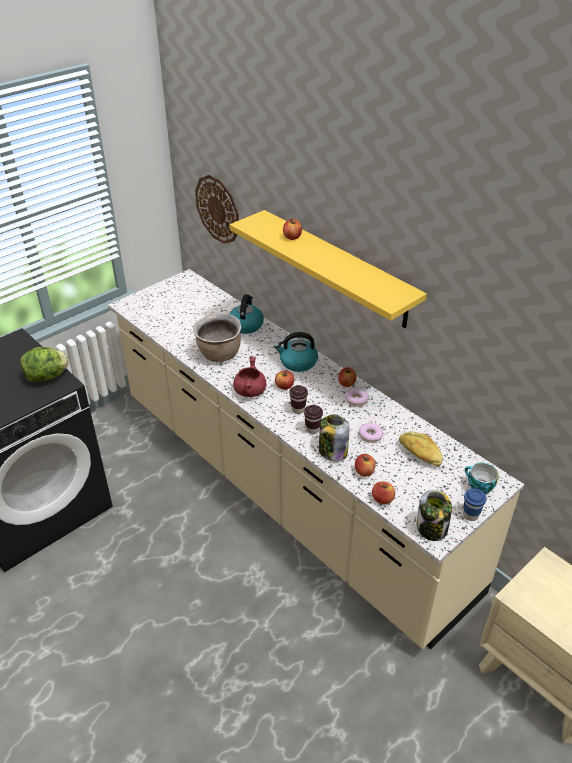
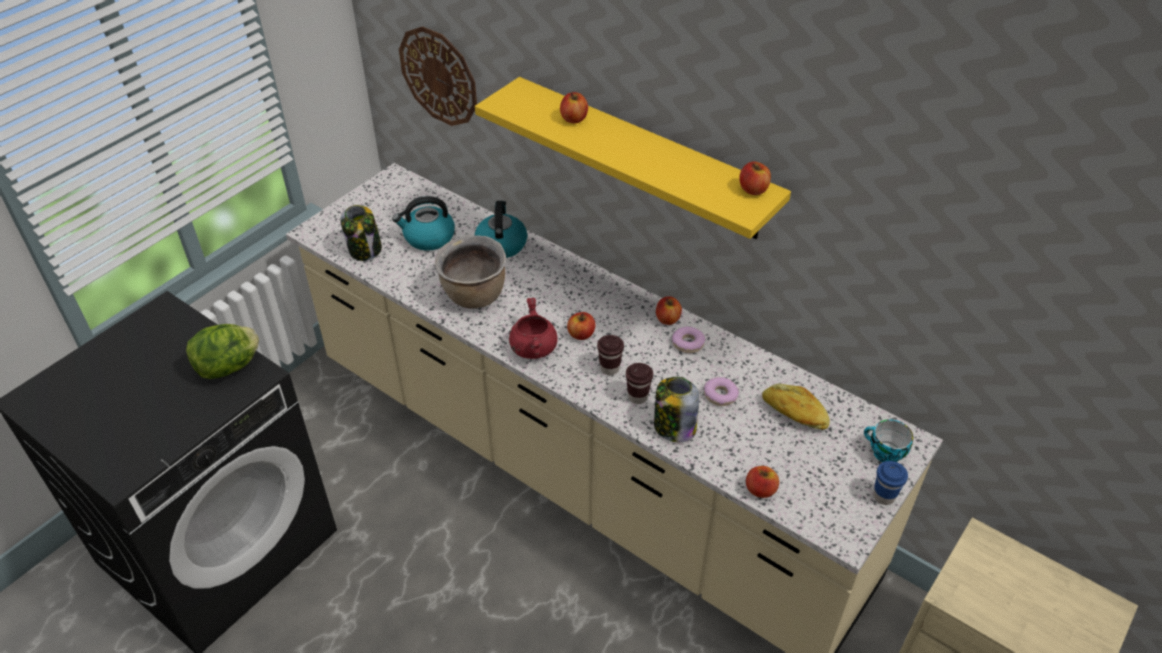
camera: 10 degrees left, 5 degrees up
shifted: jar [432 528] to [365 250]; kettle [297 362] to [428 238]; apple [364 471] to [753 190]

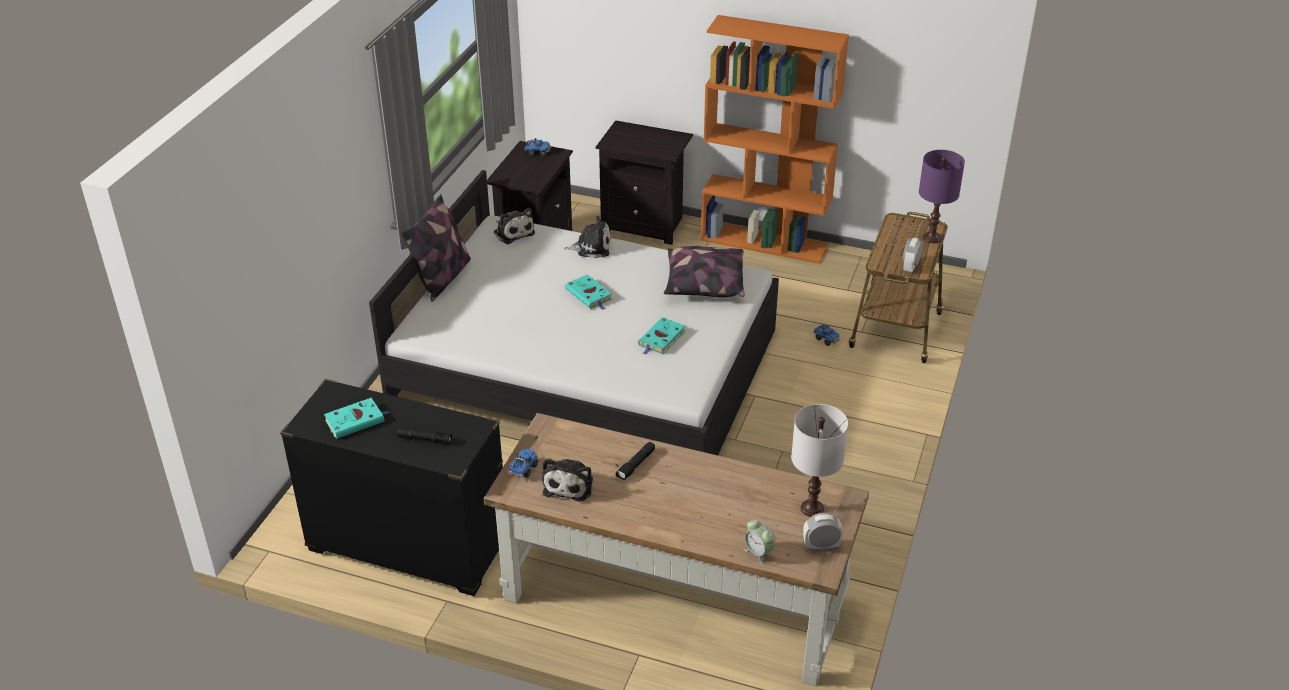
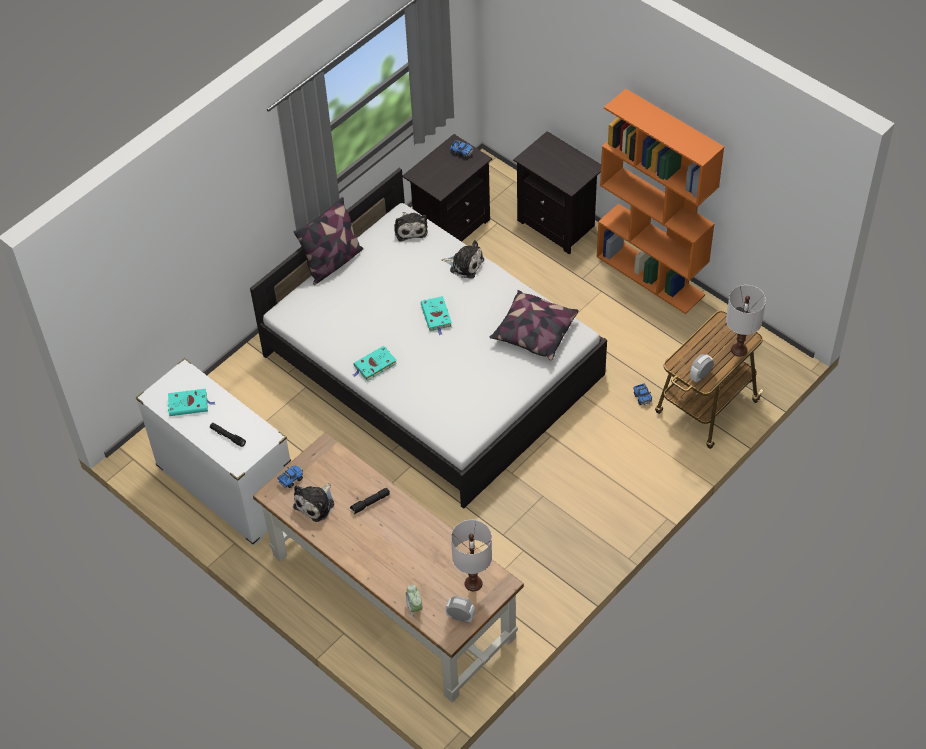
camera: 25 degrees right, 15 degrees up
shifted: turquoise-coloured volume [661 339] to [374 365]
repainted: black-coloured chest of drawers [408 546] to white chest of drawers [227 488]; purple-coloured table lamp [932 237] to white table lamp [739 349]

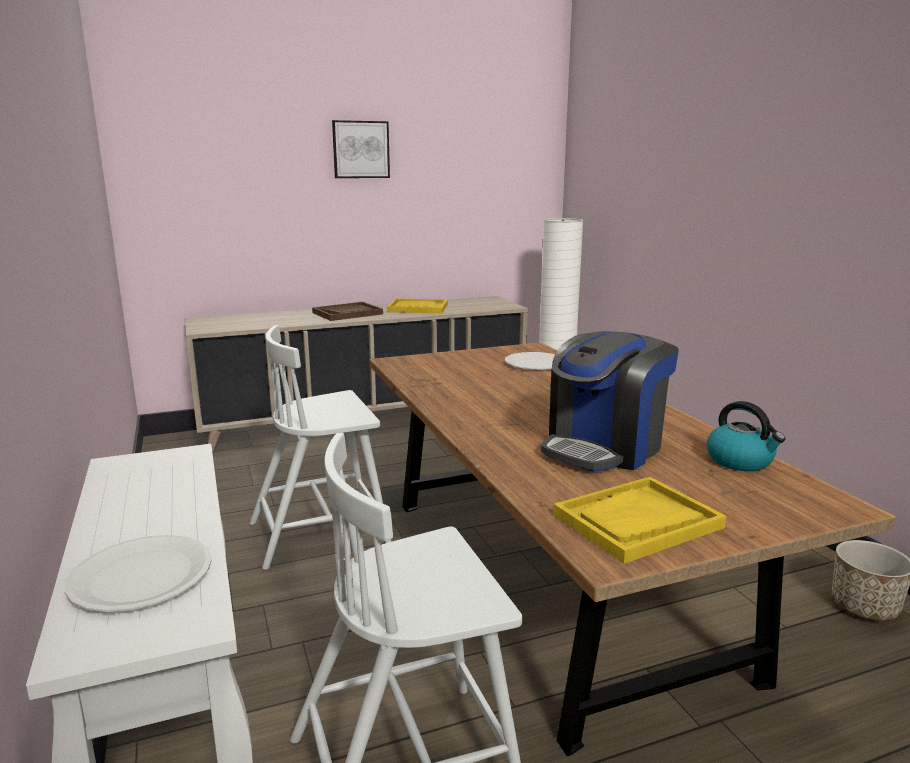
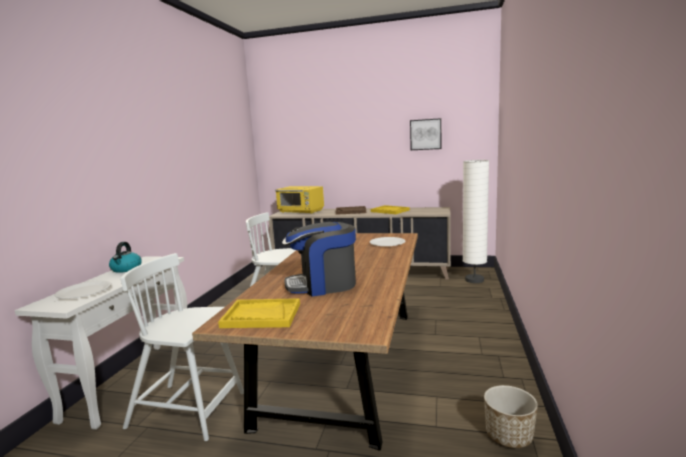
camera: 35 degrees right, 5 degrees down
new: yellowish kitchen microwave [301 211]
shifted: kettle [740 461] to [126 269]; picture [361 149] to [425 134]

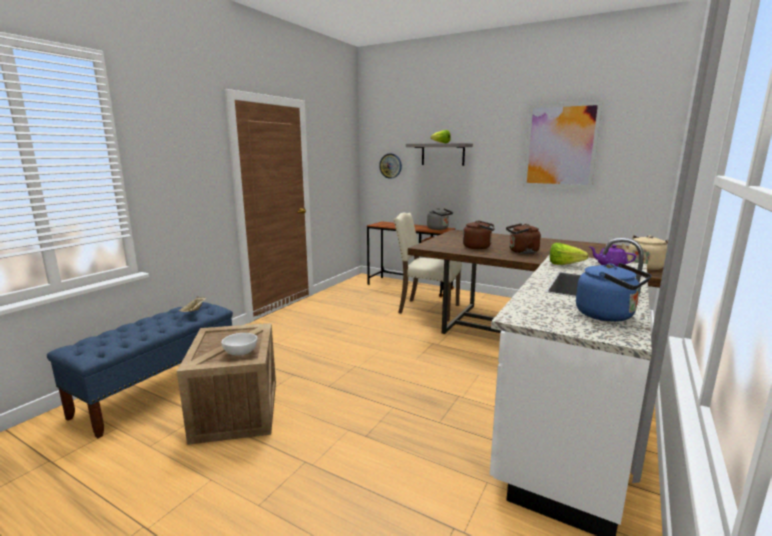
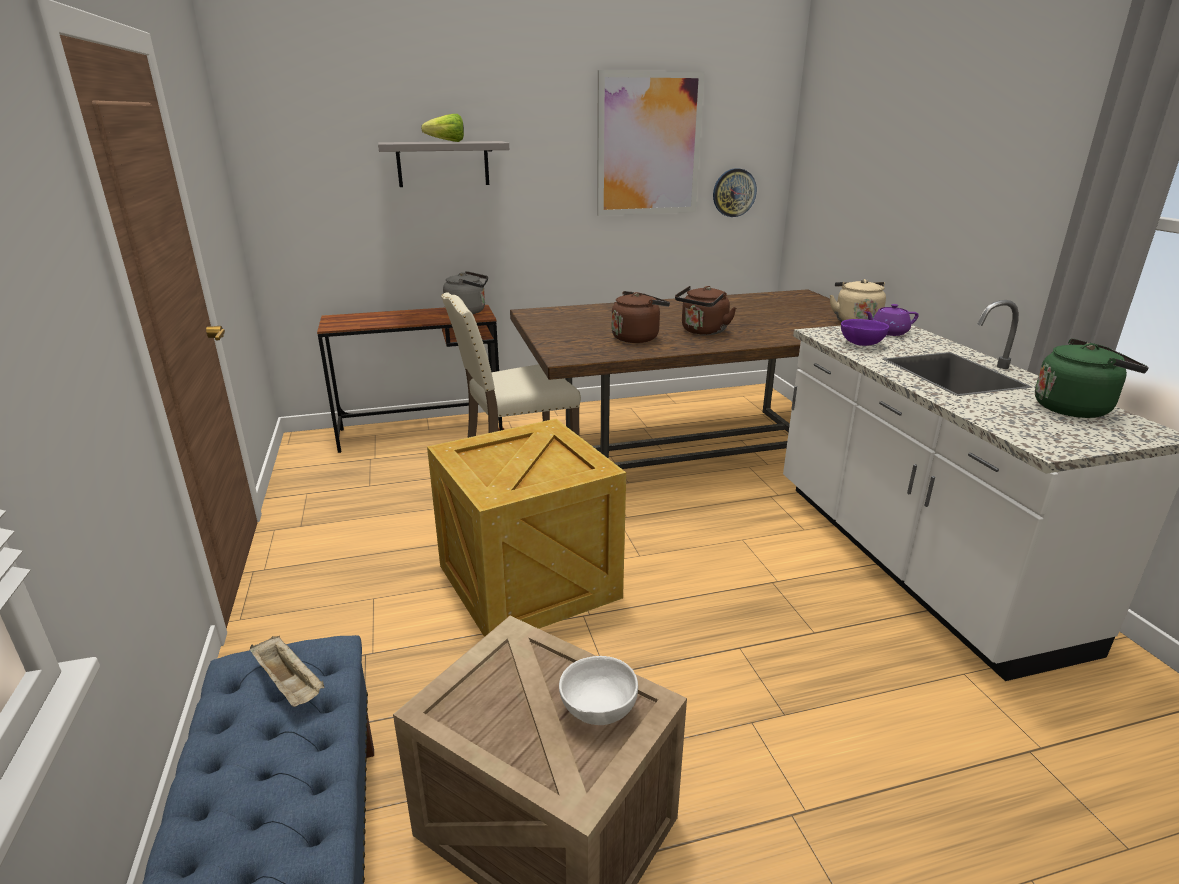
camera: 45 degrees left, 10 degrees up
new: packing crate [529 579]
shifted: hanging clock [390 166] to [734 192]
swapped: head of lettuce [567 265] to purple-coloured bowl [860 344]
repainted: bluish kettle [608 315] to green-coloured kettle [1075 408]

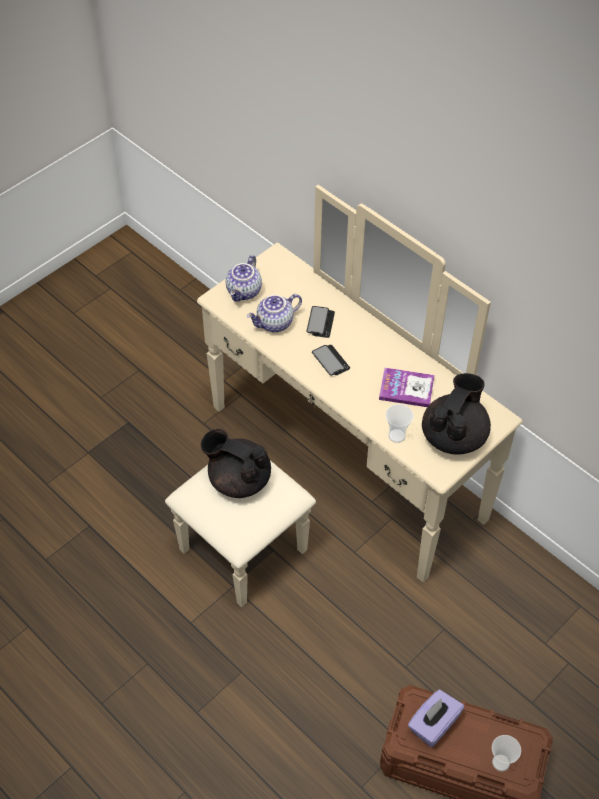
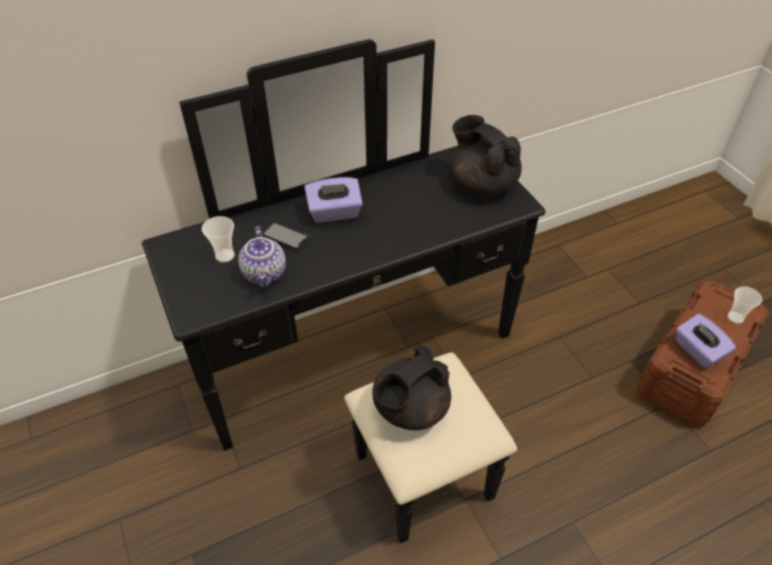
camera: 70 degrees left, 5 degrees down
gone: teapot [244 292]; handset [330 361]; volume [406 388]
new: purple-coloured tissue box [334 213]
shifted: cup [396 436] to [225 255]
repainted: beige-coloured chest of drawers [324 482] to black-coloured chest of drawers [370 377]

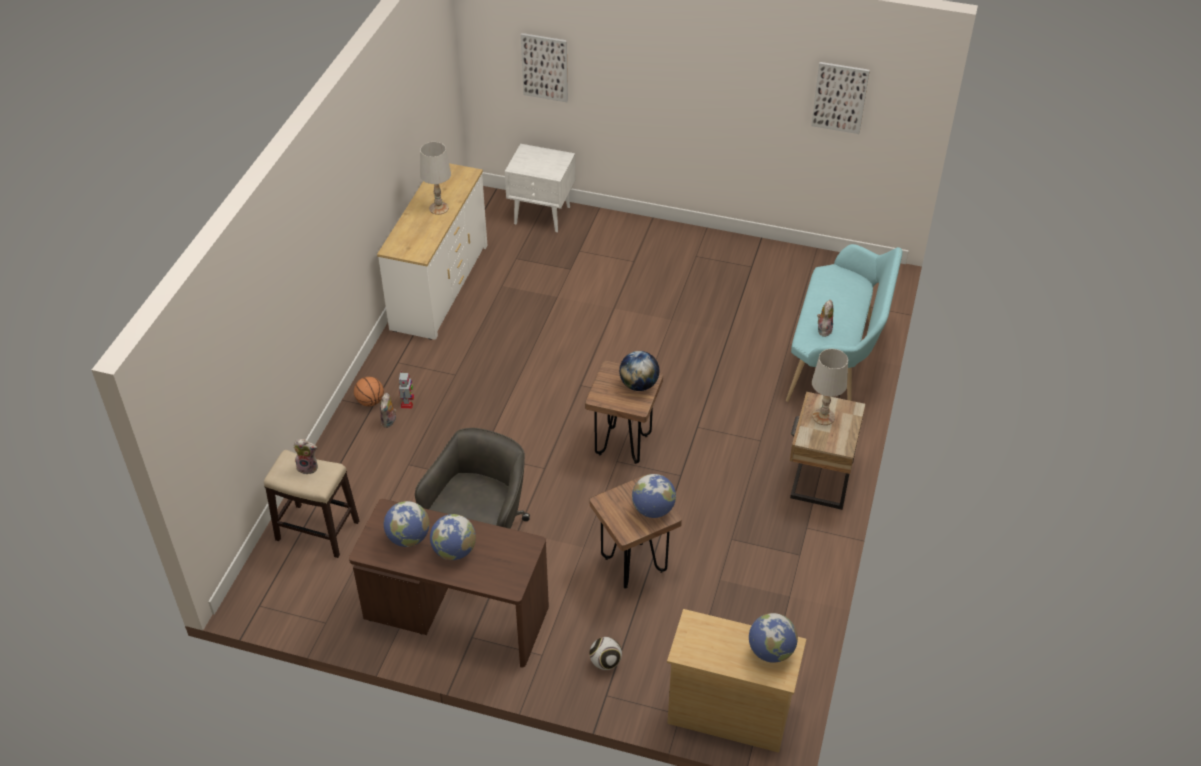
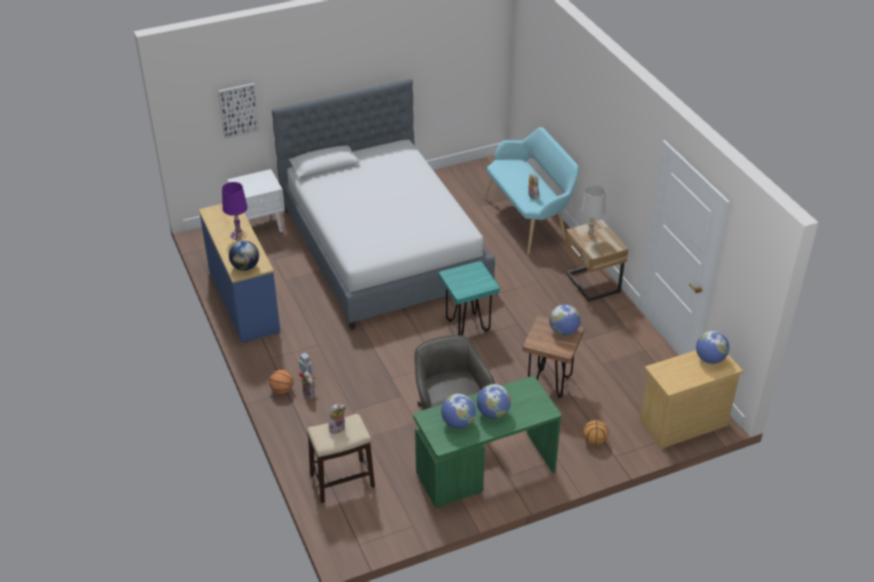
camera: 40 degrees left, 5 degrees down
gone: picture [840 97]
new: bedroom bed [383 248]
shifted: desk globe [639 385] to [245 267]
swapped: football [606 662] to basketball [594 441]
repainted: white chest of drawers [439 287] to bluish chest of drawers [243 301]; white table lamp [439 208] to purple-coloured table lamp [238 235]; brownish desk [456 616] to green-coloured desk [485 471]; brownish stool [623 445] to turquoise-coloured stool [468 326]

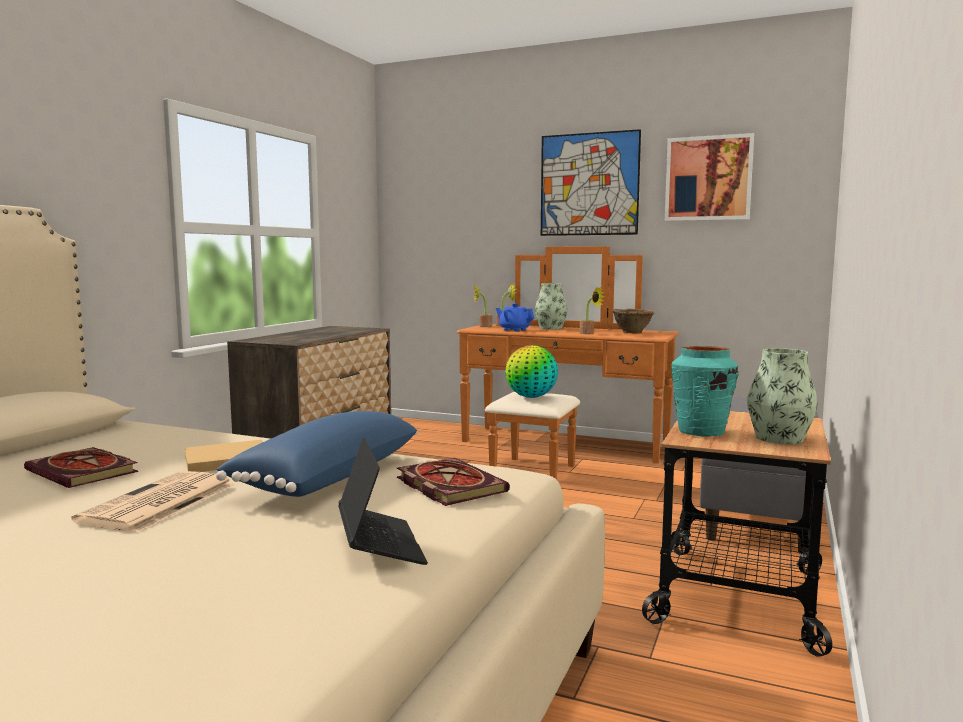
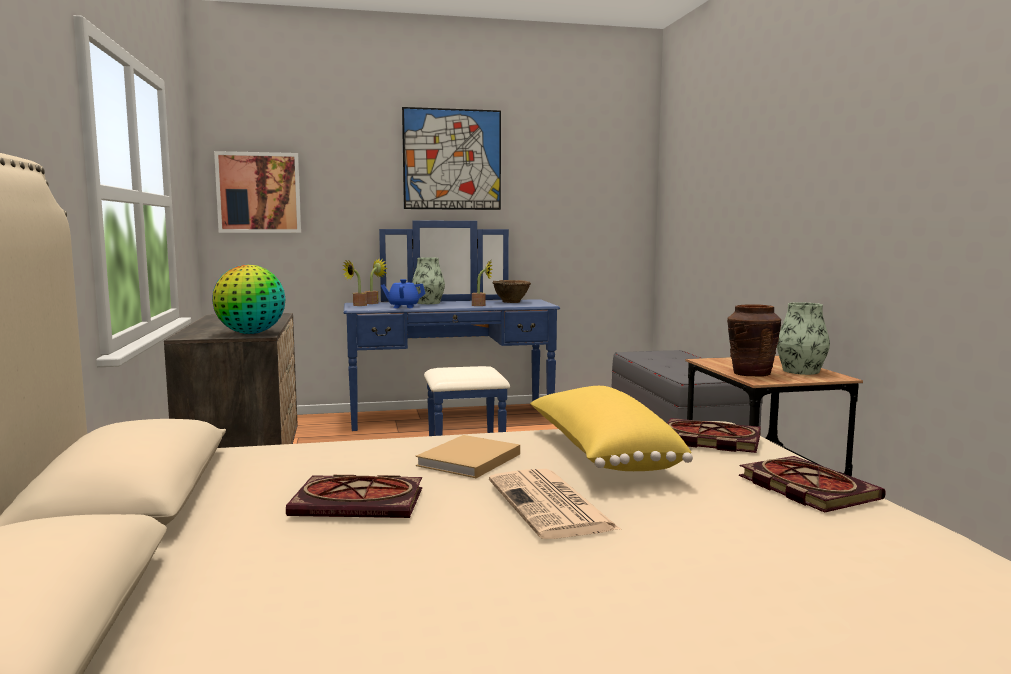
camera: 35 degrees left, 0 degrees up
shifted: desk globe [531 397] to [251 333]; picture [708 178] to [259 193]
swapped: notebook computer [380 546] to volume [803 487]
repainted: orange chest of drawers [558 449] to bluish chest of drawers [455 423]; bluish cushion [326 476] to yellowish cushion [600 454]; turquoise-coloured flower vase [701 432] to brownish flower vase [751 374]

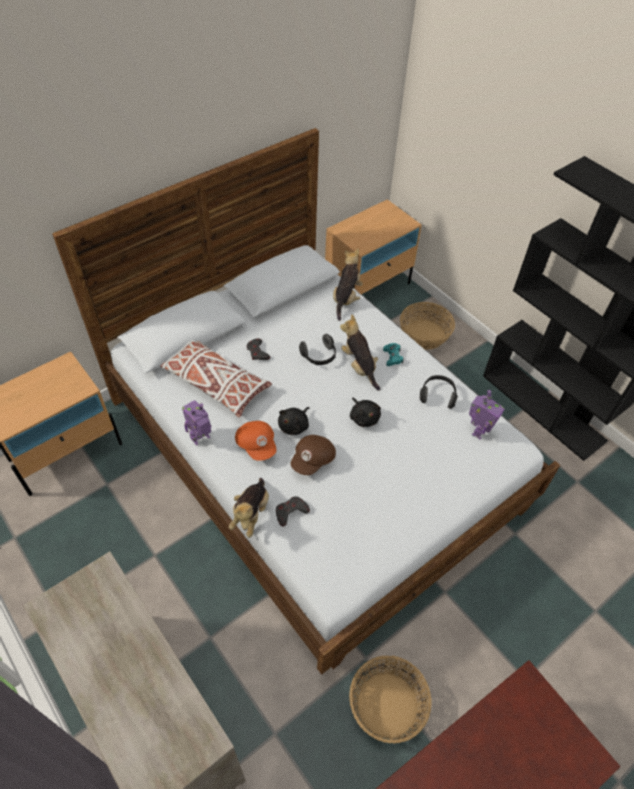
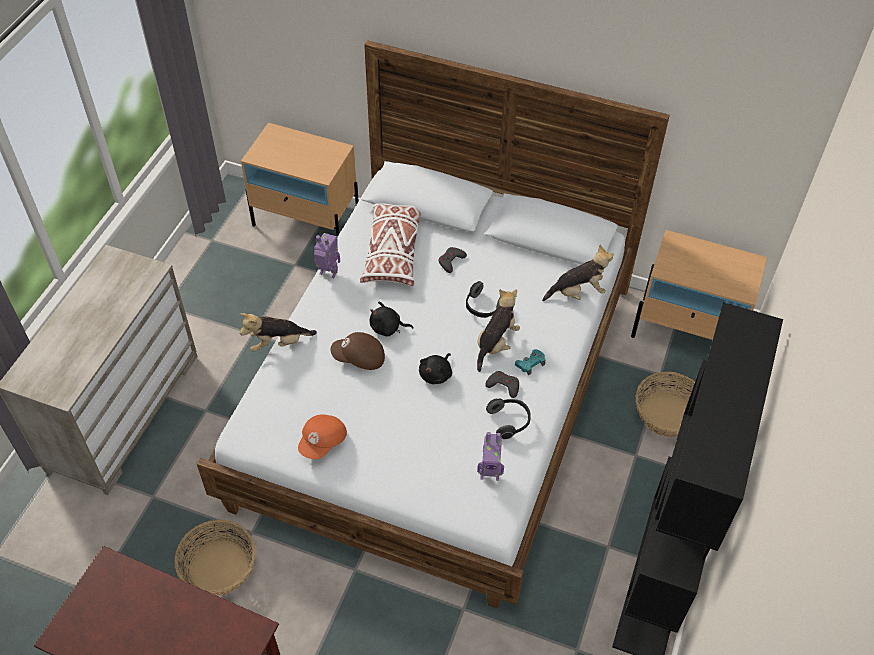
camera: 60 degrees right, 0 degrees up
shifted: orange cap [257 445] to [323 442]; grey game controller [291 512] to [503 385]

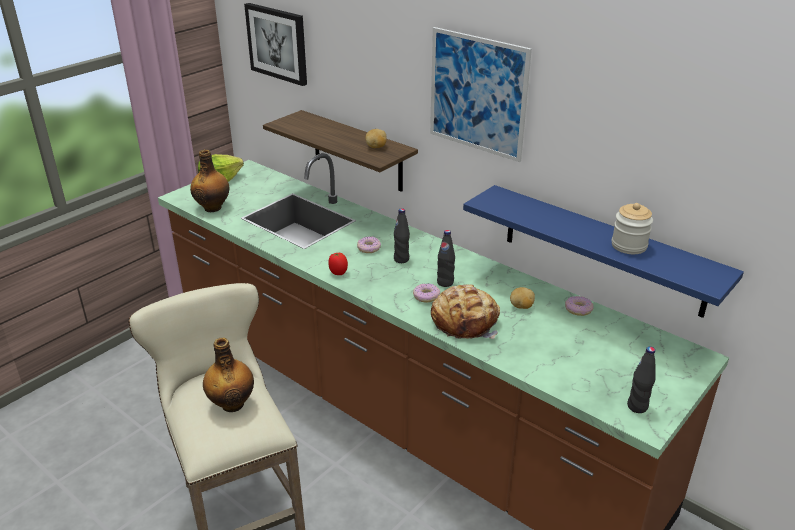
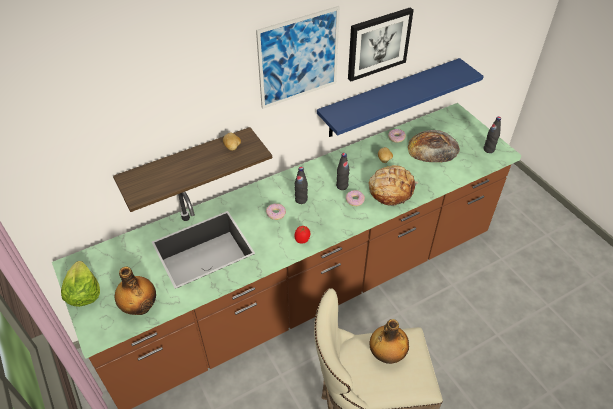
camera: 70 degrees left, 15 degrees up
gone: jar [629 246]
new: bakery bread [433 148]
shifted: picture [278 43] to [378 43]

